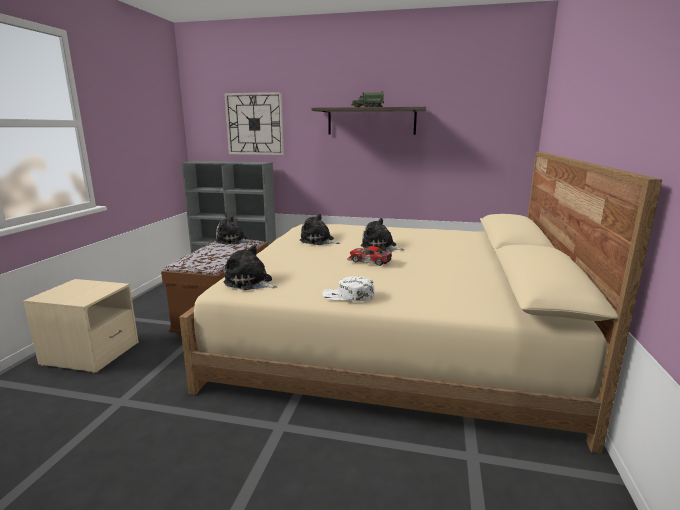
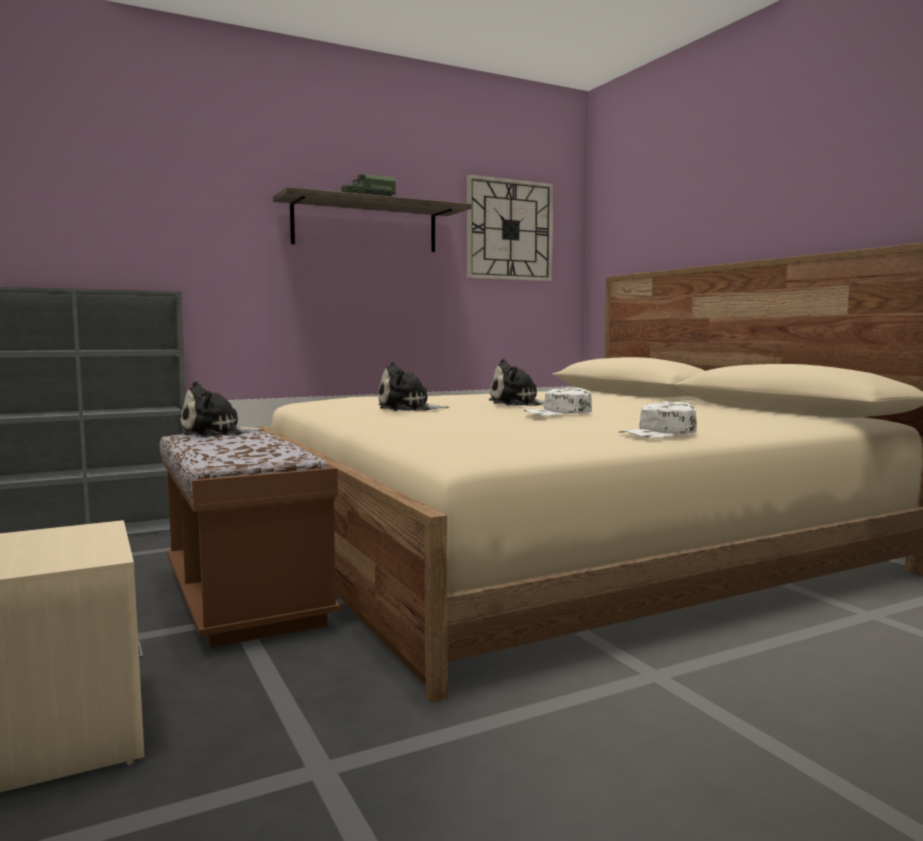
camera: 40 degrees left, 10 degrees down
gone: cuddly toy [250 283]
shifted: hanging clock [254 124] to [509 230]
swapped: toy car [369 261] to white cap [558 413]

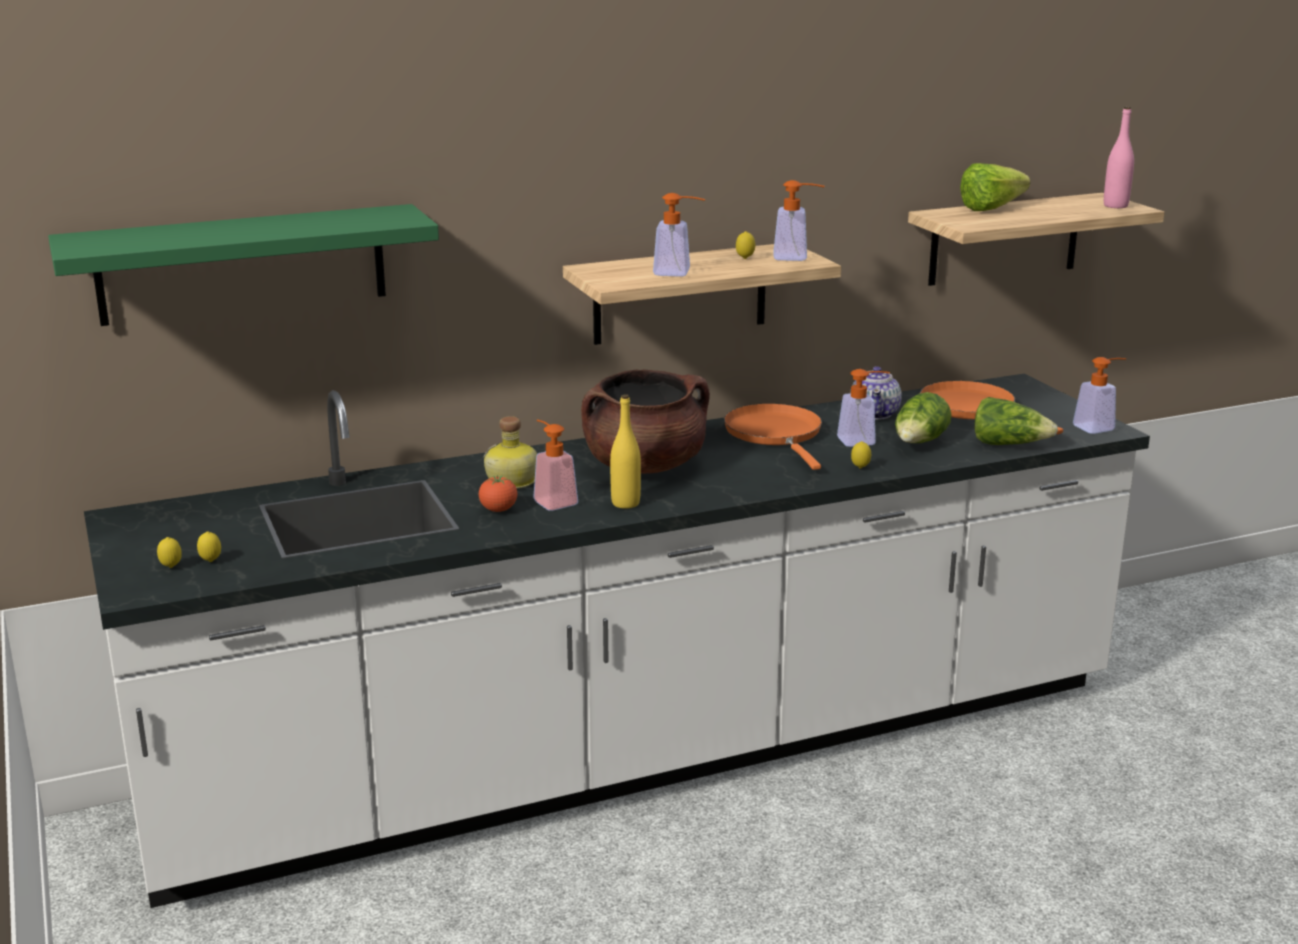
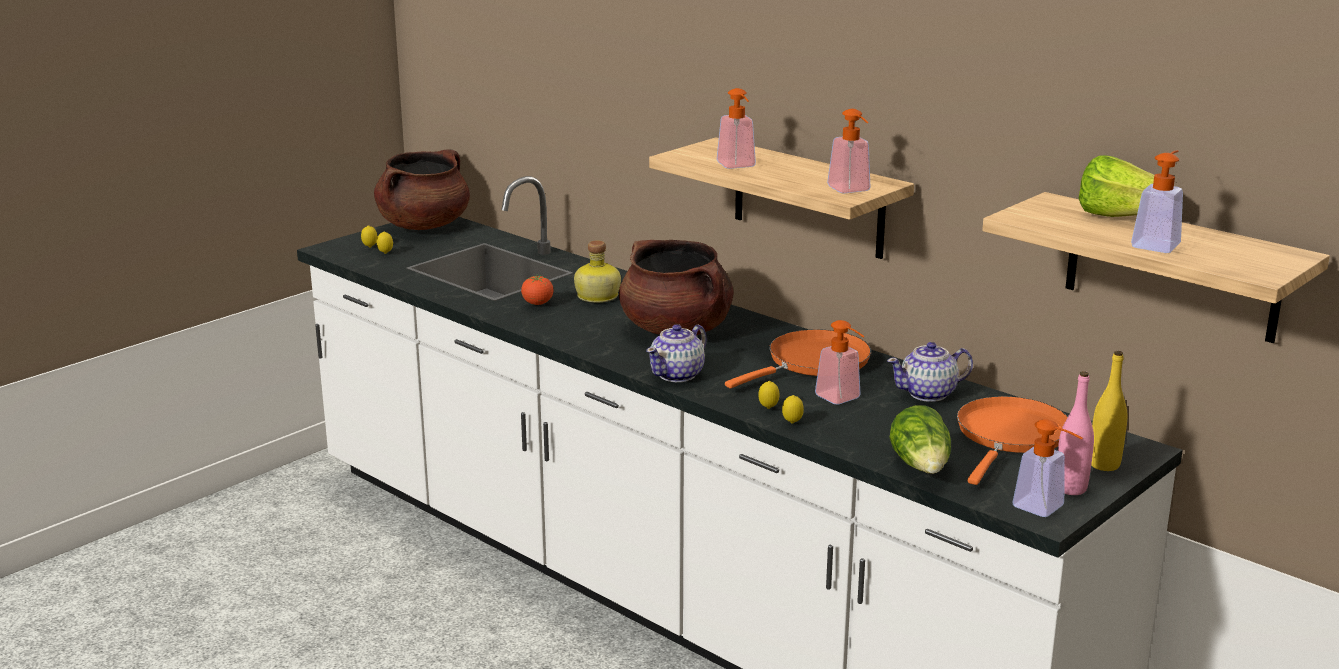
camera: 65 degrees right, 0 degrees up
gone: green-coloured shelf [242 264]; head of lettuce [919 443]
new: brownish saucepot [424 225]; teapot [678 375]
shifted: whole lemon [745 259] to [792 423]; pinkish beverage bottle [1115 206] to [1070 488]; yellowish beverage bottle [625 503] to [1104 465]; soap bottle [551 500] to [1158 244]

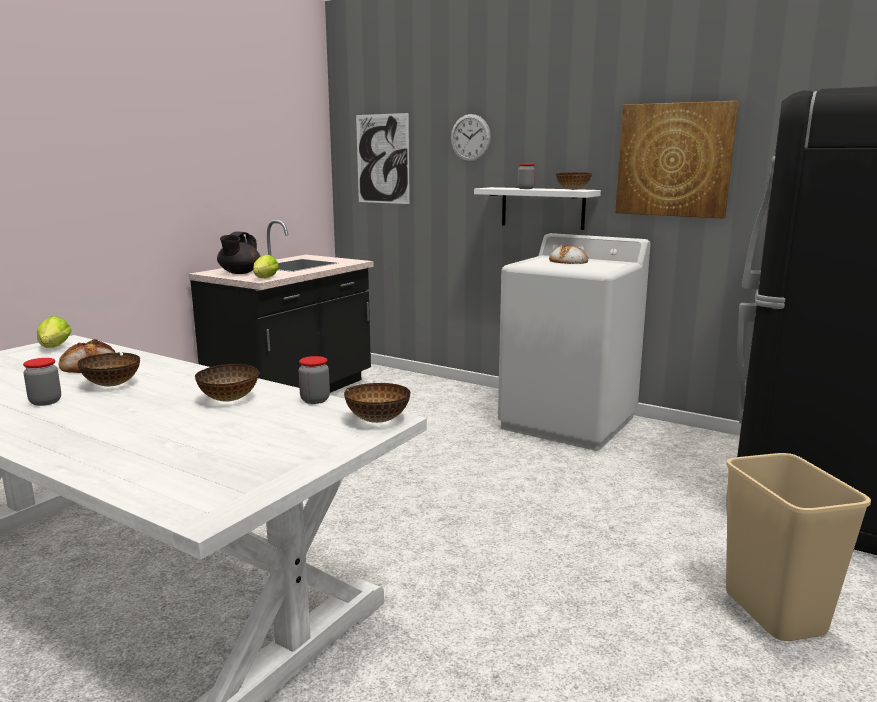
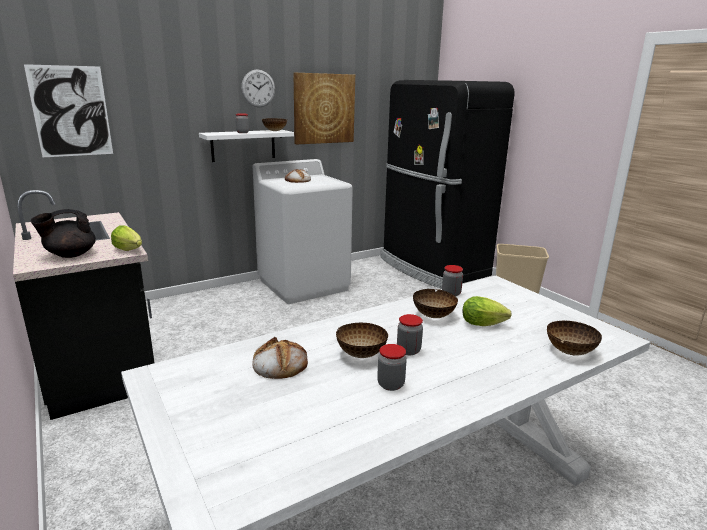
camera: 65 degrees left, 5 degrees up
new: jar [408 350]
shifted: hanging clock [470 138] to [258 88]; head of lettuce [54 348] to [485 324]; bowl [379 420] to [569 351]
rotated: black-coloured teapot [239 273] = [70 255] 105 degrees clockwise

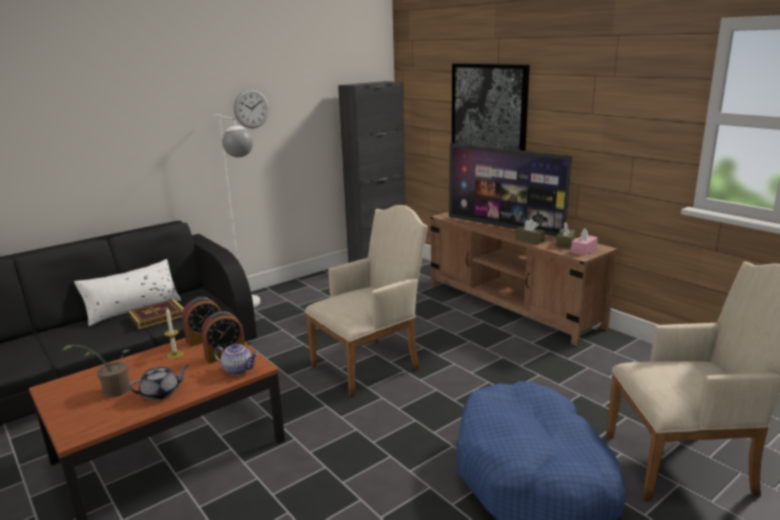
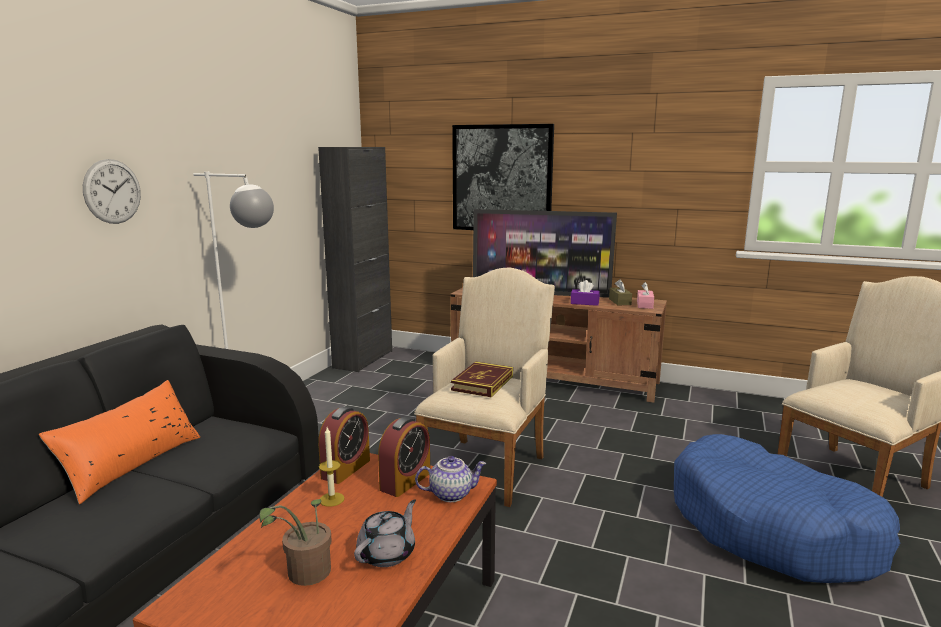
camera: 30 degrees left, 5 degrees down
shifted: hanging clock [251 108] to [112 191]; volume [157 317] to [482 383]
repainted: white cushion [133 309] to orange cushion [133 464]; brownish tissue box [529 240] to purple-coloured tissue box [584 303]

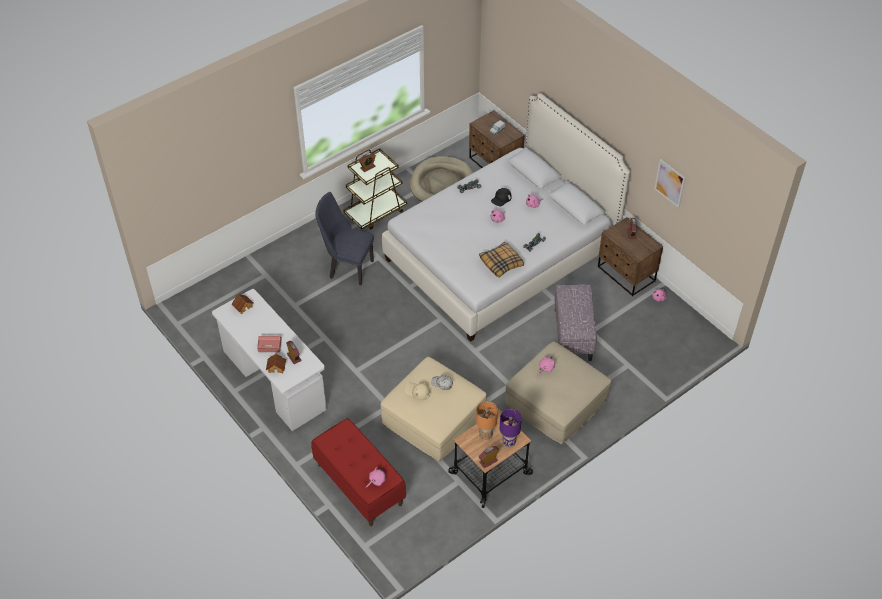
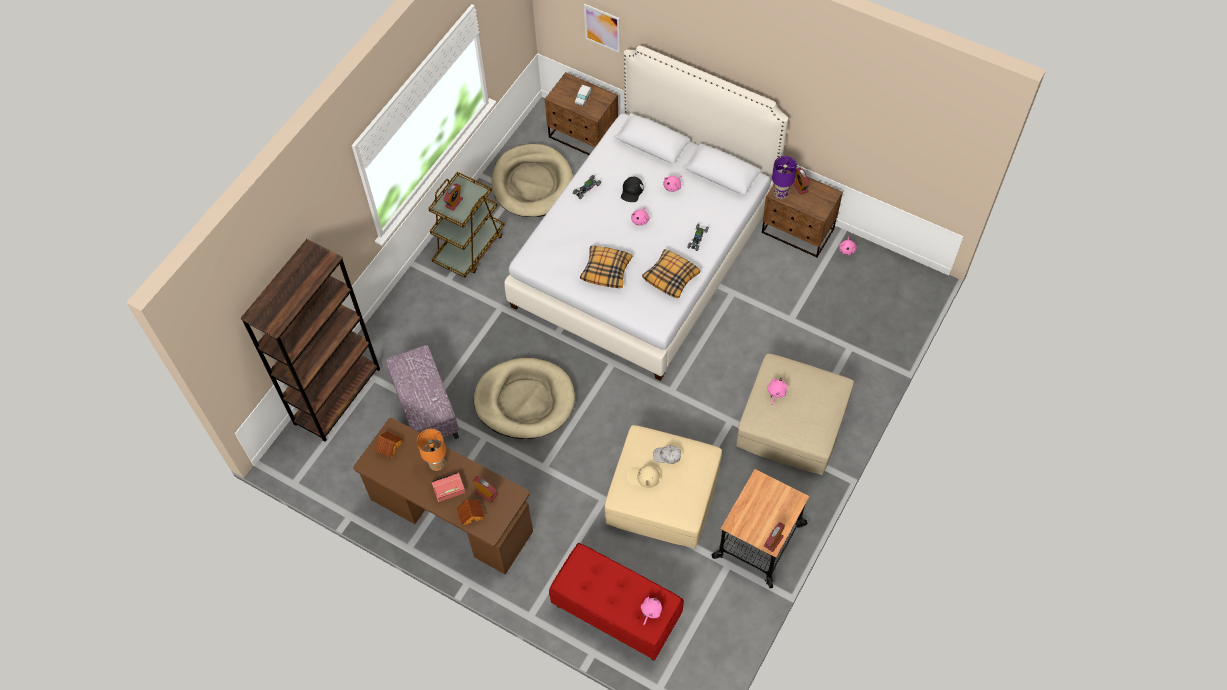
camera: 20 degrees left, 10 degrees up
gone: bluish chair [347 268]
new: brownish bookcase [337 396]; beige-coloured pet bed [525 400]; cushion [606 270]
shifted: pouffe [572 334] to [425 409]; orange table lamp [485 435] to [437 464]; picture [669 183] to [602 28]; purple-coloured table lamp [509 443] to [781 194]
repainted: white desk [274 381] to brownish desk [451 516]

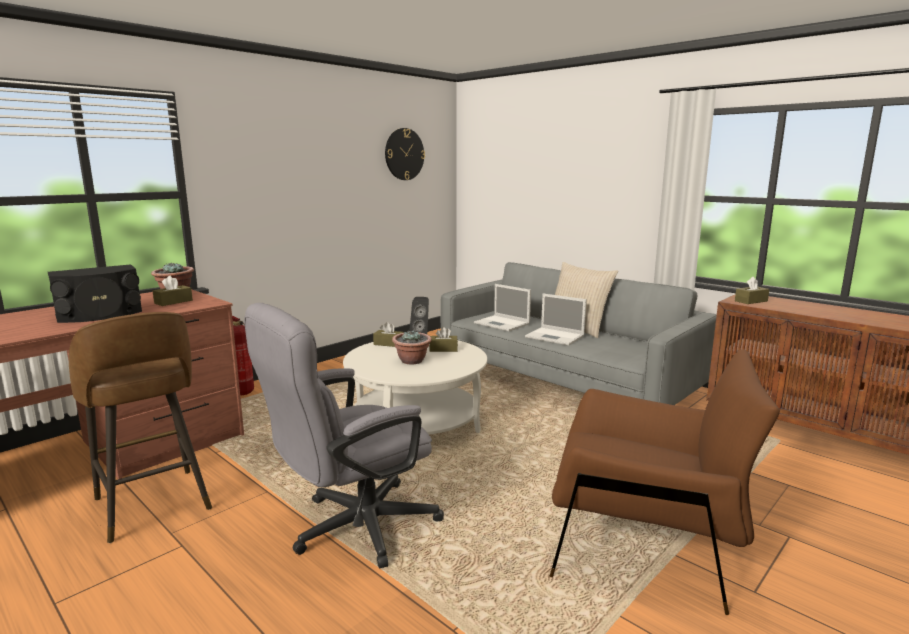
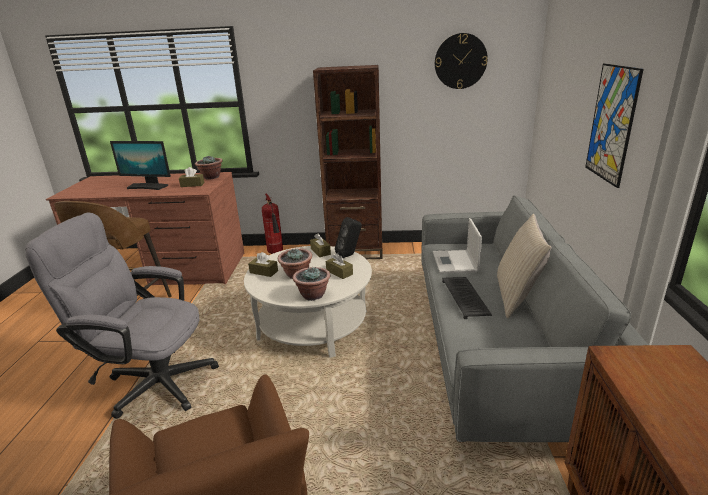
camera: 50 degrees right, 10 degrees up
new: potted plant [313 295]; brownish bookcase [355 251]; picture [611 124]
shifted: brownish tissue box [751 301] to [264 272]
swapped: black-coloured speaker [100 314] to monitor [148 186]; notebook computer [556 337] to computer keyboard [466 298]

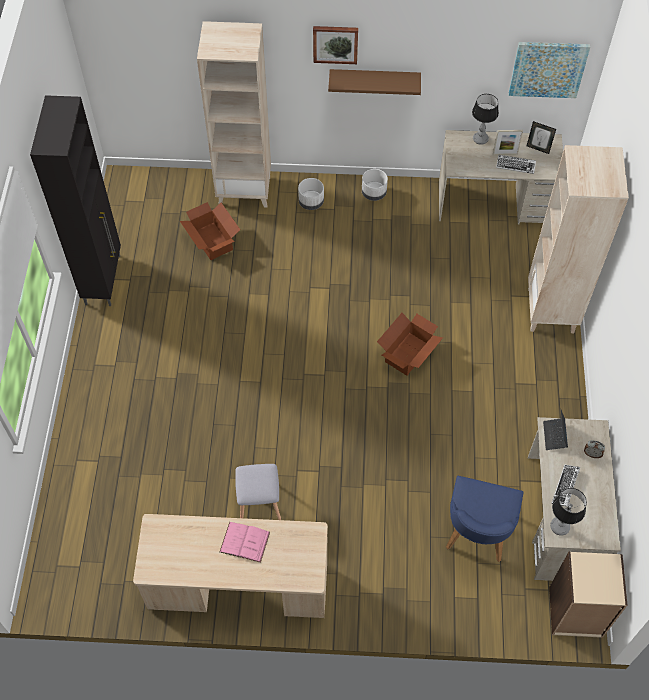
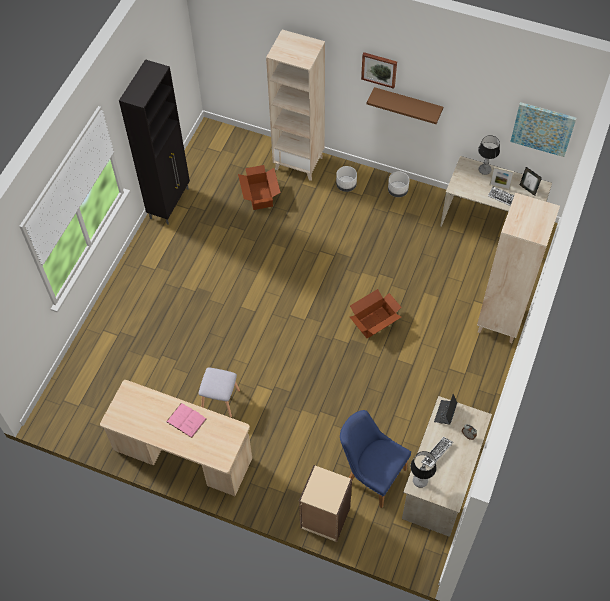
camera: 20 degrees right, 0 degrees up
shifted: beige-coloured bookcase [575 613] to [325 518]
rotated: bluish chair [476 537] = [371 474] 90 degrees clockwise

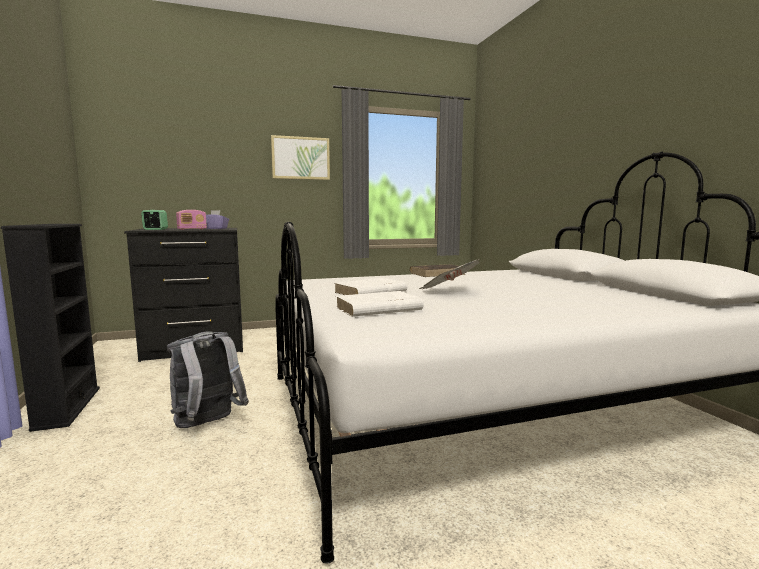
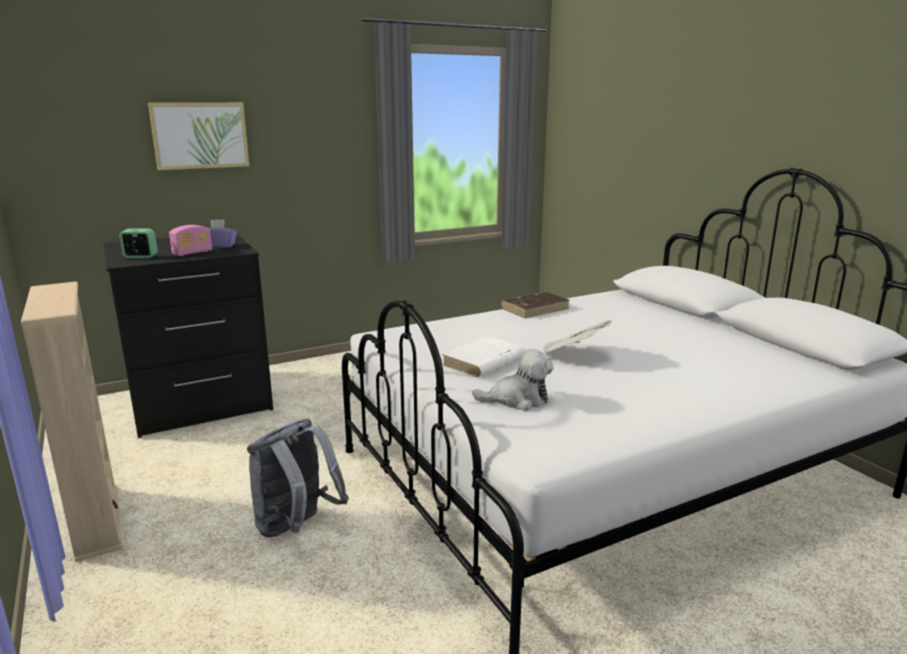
camera: 10 degrees left, 10 degrees up
shifted: picture [300 158] to [200 135]
swapped: white volume [377 309] to cuddly toy [517 400]
repainted: black-coloured bookcase [67 408] to beige-coloured bookcase [97 522]

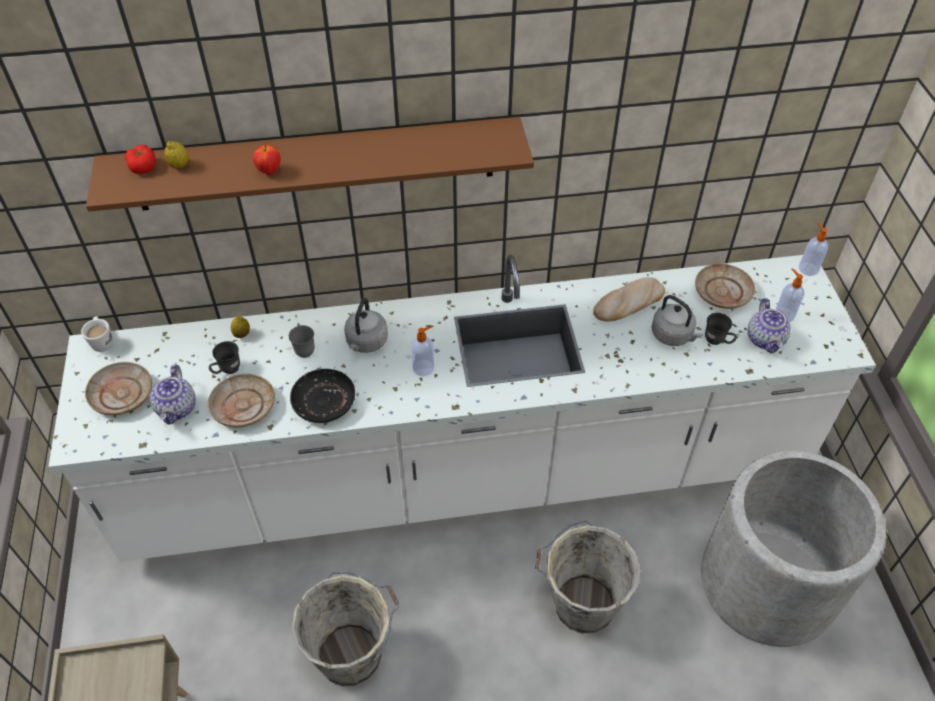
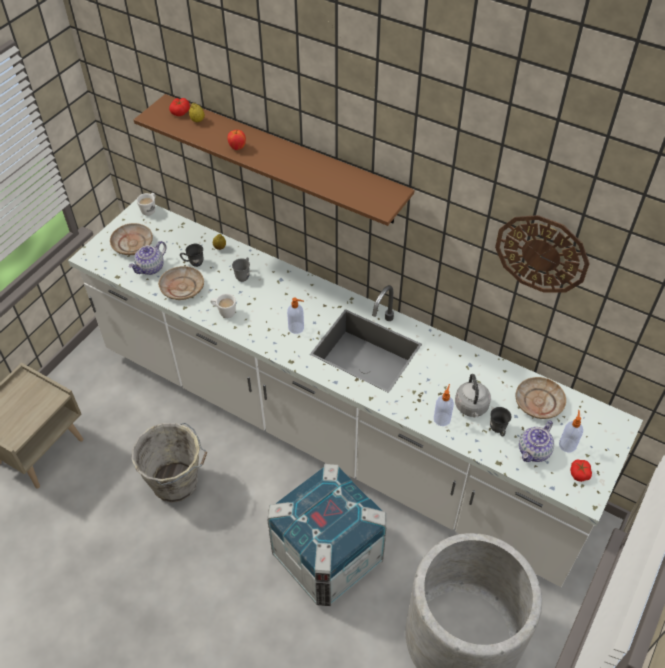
camera: 40 degrees right, 0 degrees up
gone: grey kettle [366 342]; bakery bread [628 303]
new: hanging clock [541 253]; whole tomato [579 473]
shifted: soap bottle [807 268] to [442 418]
swapped: black-coloured dinner plate [324 402] to white mug [224 312]; grey bucket [581 604] to packing crate [328 555]

